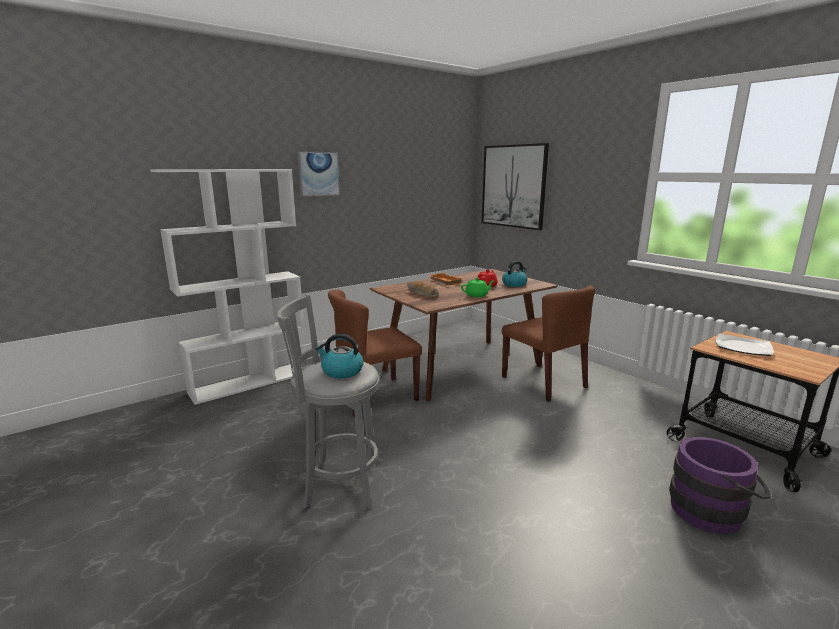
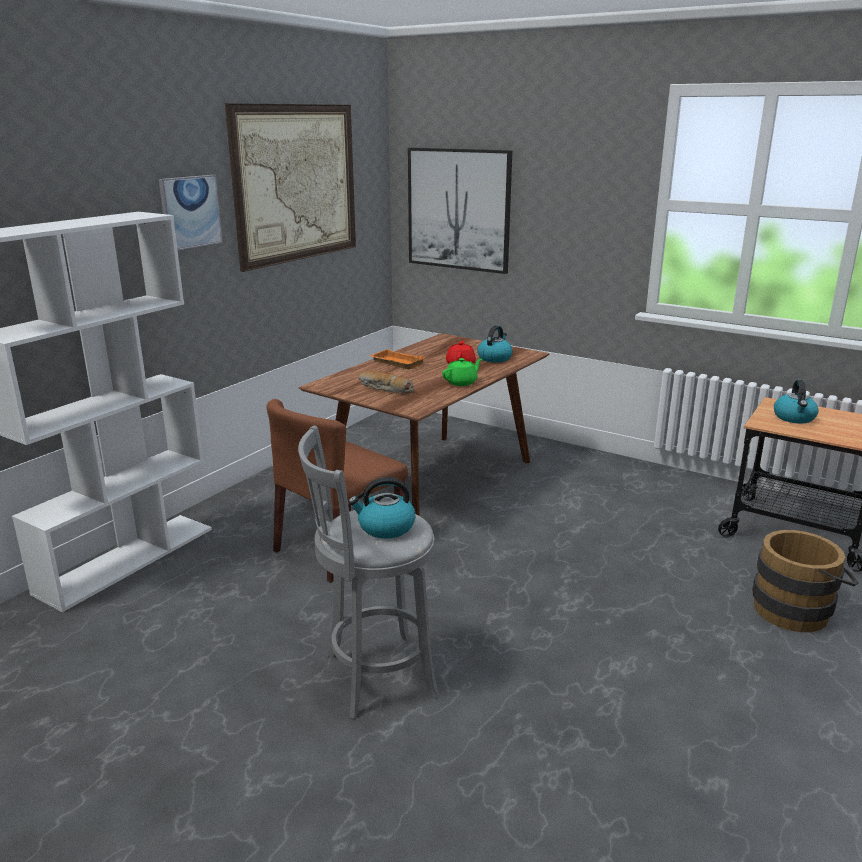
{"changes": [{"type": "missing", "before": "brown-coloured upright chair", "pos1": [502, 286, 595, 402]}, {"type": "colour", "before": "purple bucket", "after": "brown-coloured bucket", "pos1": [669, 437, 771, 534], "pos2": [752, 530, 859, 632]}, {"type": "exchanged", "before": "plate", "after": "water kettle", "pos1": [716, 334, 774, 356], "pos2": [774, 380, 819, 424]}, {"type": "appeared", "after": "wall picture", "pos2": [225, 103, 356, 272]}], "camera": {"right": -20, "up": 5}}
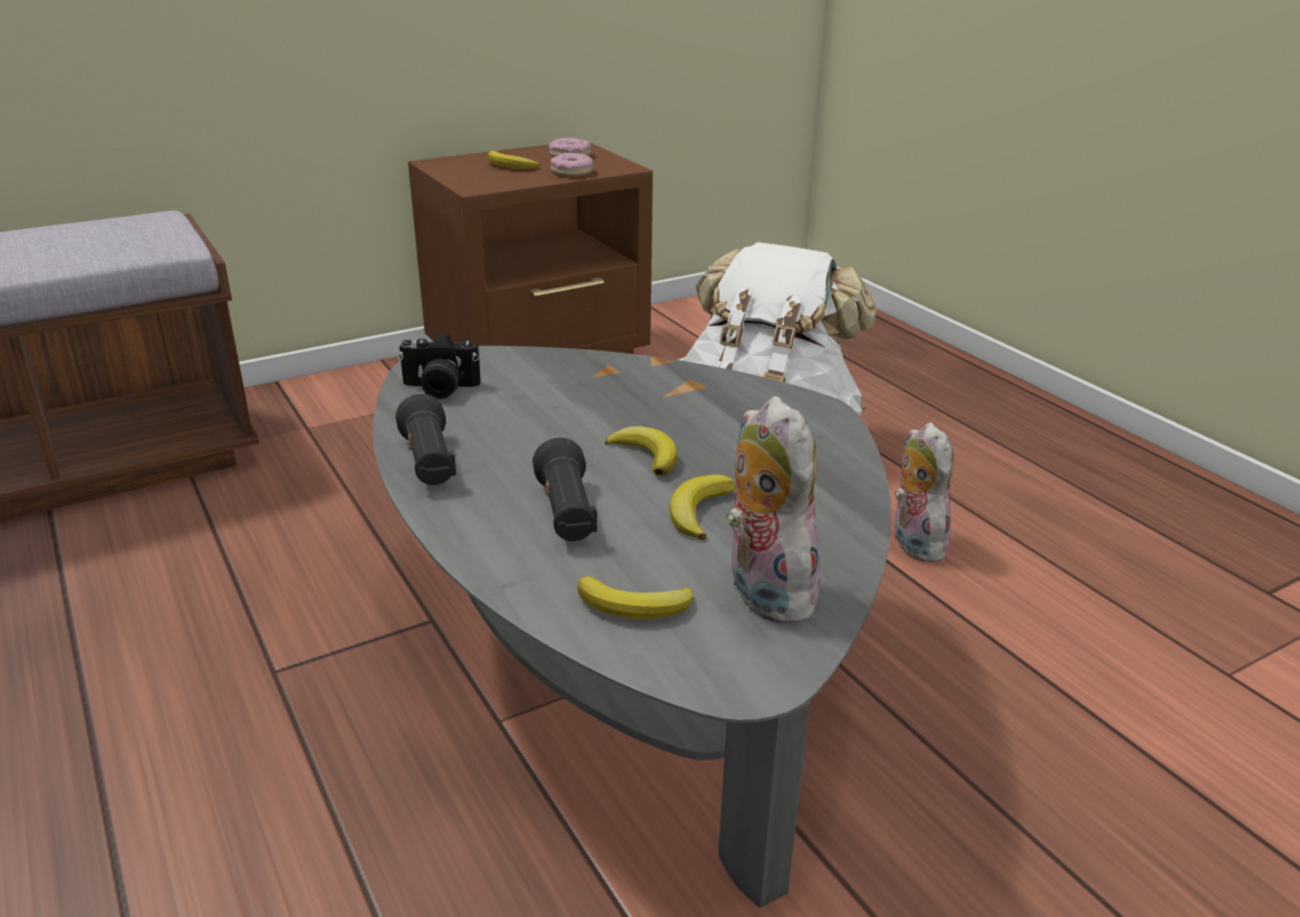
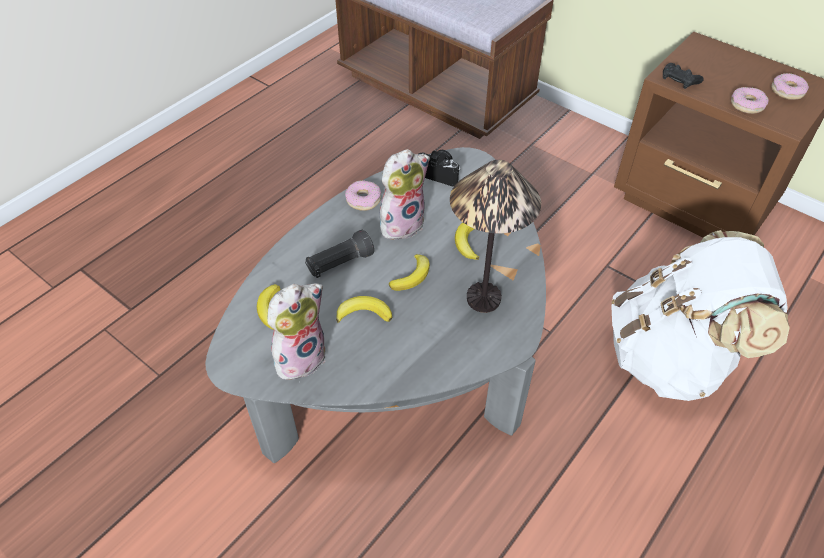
{"changes": [{"type": "exchanged", "before": "black hand torch", "after": "donut", "pos1": [396, 394, 456, 485], "pos2": [345, 180, 381, 211]}, {"type": "spun", "before": "photo camera", "pos1": [398, 333, 481, 399], "pos2": [418, 150, 460, 186], "turn": 135}, {"type": "relocated", "before": "whole banana", "pos1": [488, 151, 541, 169], "pos2": [455, 222, 479, 260]}, {"type": "relocated", "before": "soft toy", "pos1": [893, 422, 953, 563], "pos2": [380, 149, 430, 242]}, {"type": "appeared", "after": "table lamp", "pos2": [450, 160, 541, 313]}, {"type": "appeared", "after": "black gamepad", "pos2": [663, 63, 704, 89]}], "camera": {"right": 70, "up": 20}}
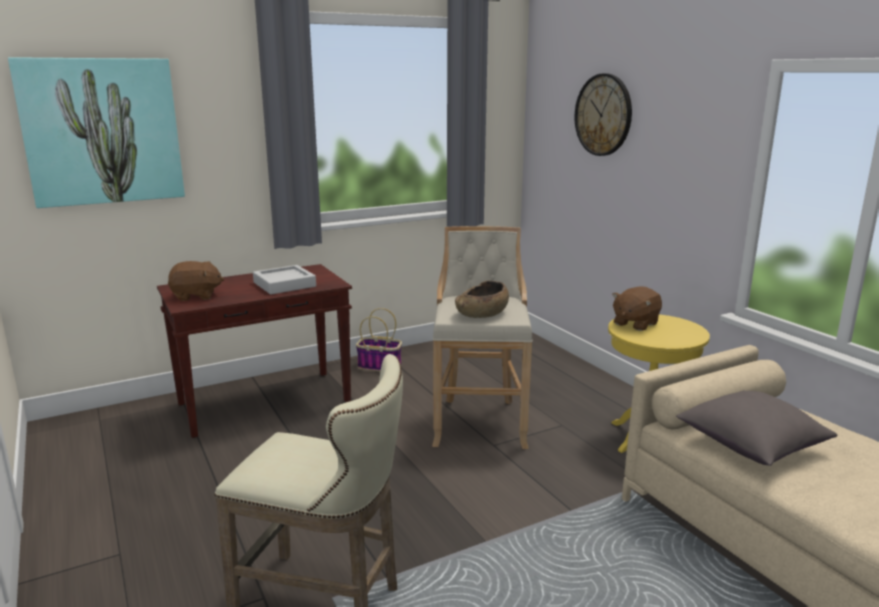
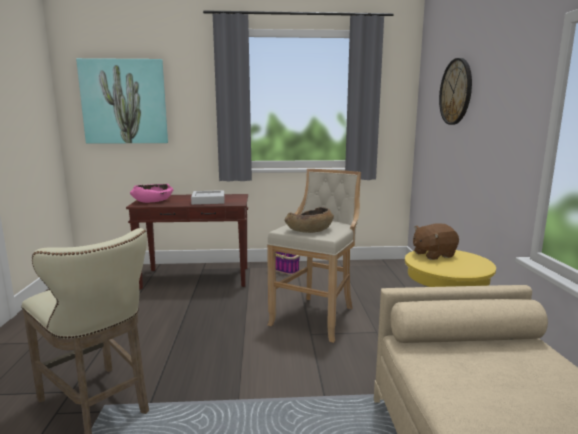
{"changes": [{"type": "exchanged", "before": "brown-coloured soft toy", "after": "pinkish deep dish", "pos1": [168, 261, 224, 301], "pos2": [130, 184, 173, 203]}, {"type": "missing", "before": "greyish pillow", "pos1": [676, 391, 837, 466]}], "camera": {"right": 25, "up": -5}}
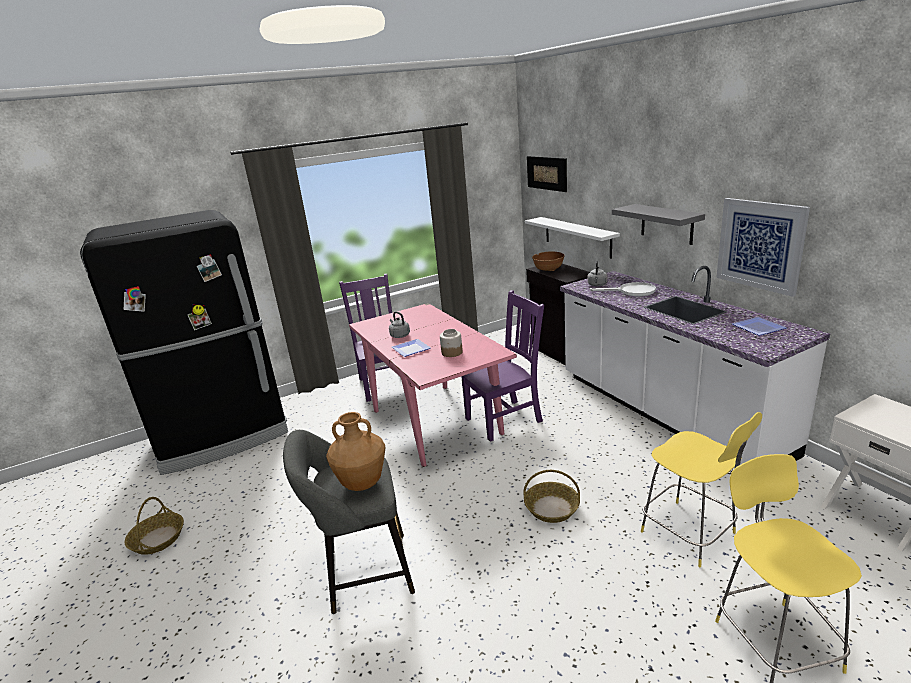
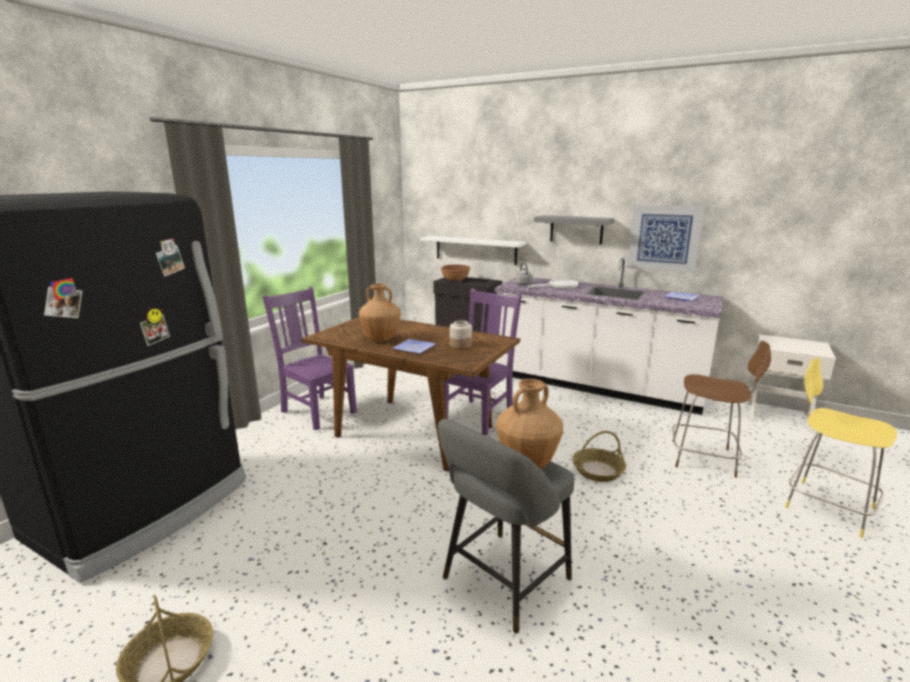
{"changes": [{"type": "colour", "before": "pinkish dinner table", "after": "brown-coloured dinner table", "pos1": [349, 303, 517, 467], "pos2": [302, 317, 520, 471]}, {"type": "exchanged", "before": "greyish water kettle", "after": "brown-coloured decorative vase", "pos1": [389, 311, 410, 338], "pos2": [359, 284, 401, 342]}, {"type": "missing", "before": "wall picture", "pos1": [527, 156, 567, 192]}, {"type": "colour", "before": "yellowish stool seat", "after": "brown-coloured stool seat", "pos1": [641, 412, 762, 567], "pos2": [672, 341, 771, 478]}], "camera": {"right": -35, "up": -5}}
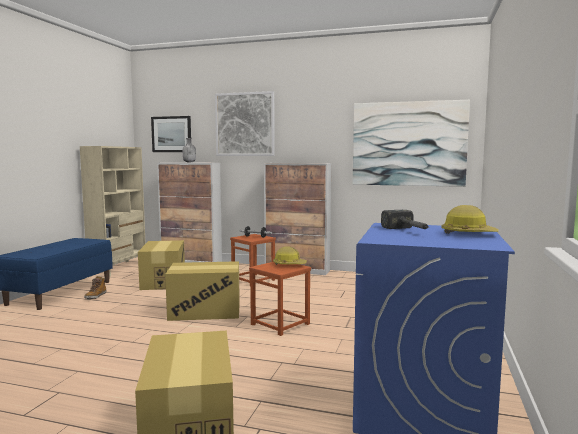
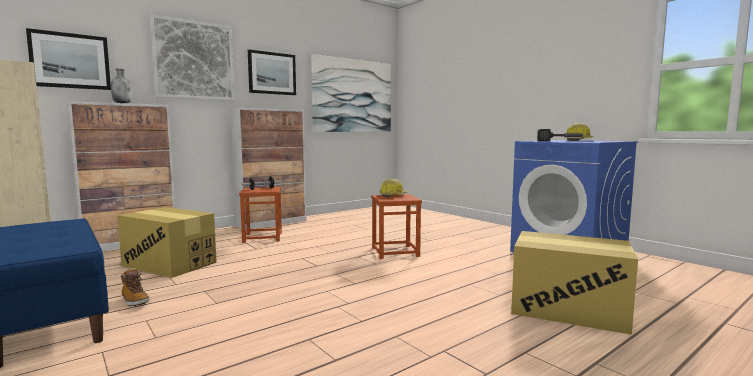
{"changes": [{"type": "missing", "before": "cardboard box", "pos1": [165, 261, 240, 321]}, {"type": "appeared", "after": "wall picture", "pos2": [248, 49, 296, 95]}], "camera": {"right": -55, "up": 0}}
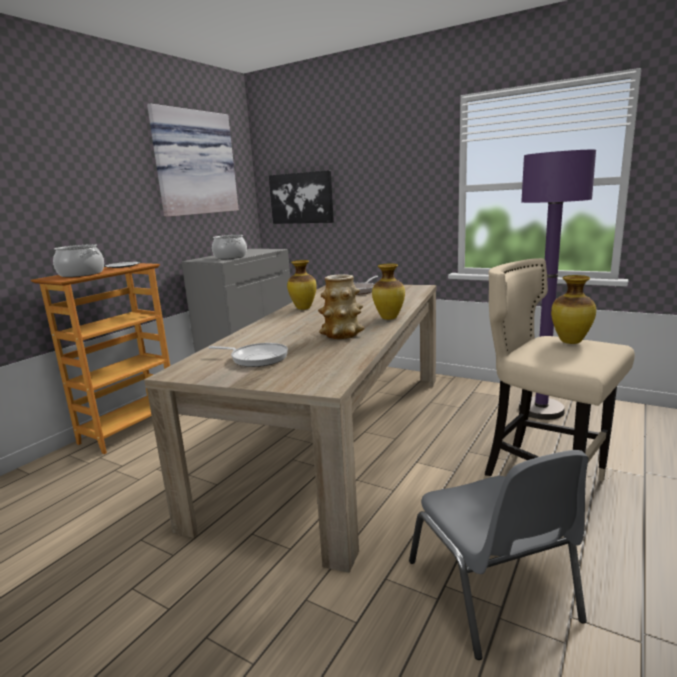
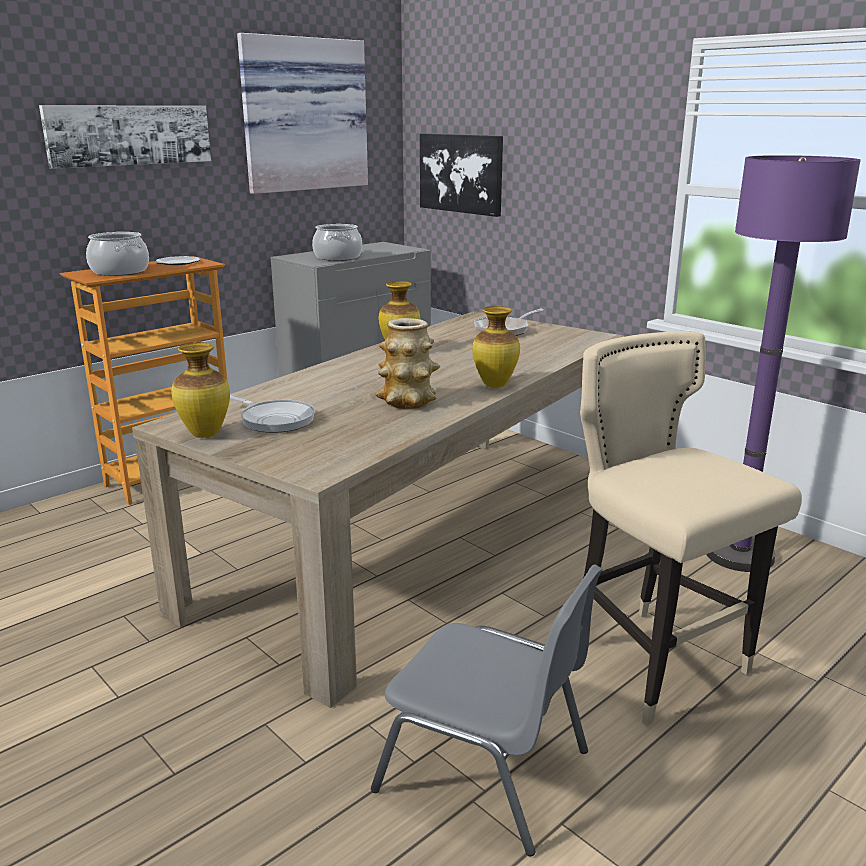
{"changes": [{"type": "spun", "before": "greyish upright chair", "pos1": [409, 450, 589, 660], "pos2": [371, 565, 603, 857], "turn": -60}, {"type": "relocated", "before": "decorative vase", "pos1": [551, 275, 596, 344], "pos2": [171, 342, 230, 438]}, {"type": "appeared", "after": "wall picture", "pos2": [39, 105, 211, 169]}], "camera": {"right": 15, "up": 5}}
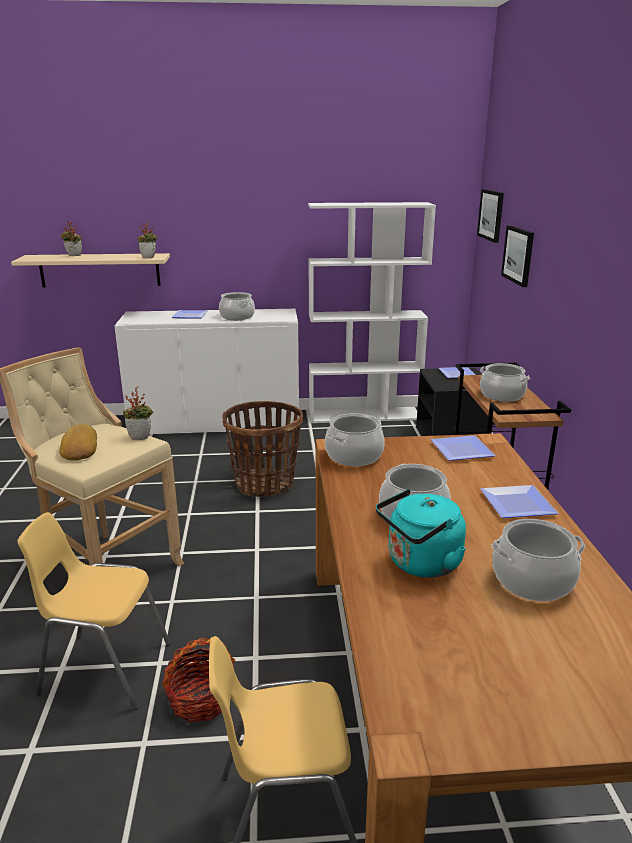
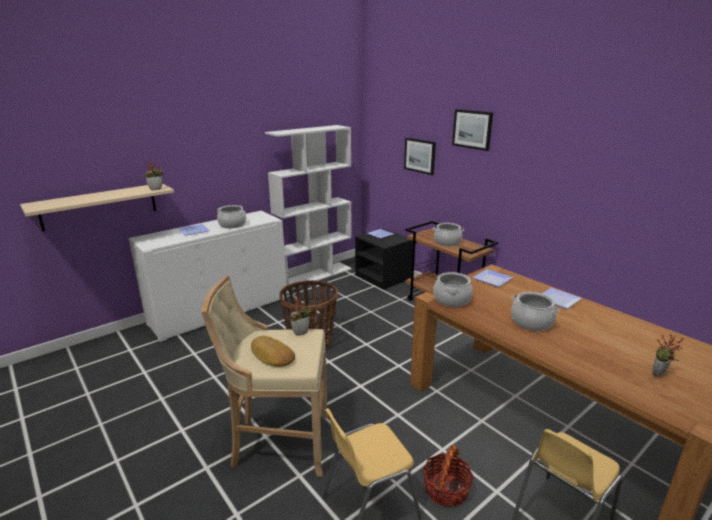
{"changes": [{"type": "relocated", "before": "houseplant", "pos1": [60, 221, 82, 256], "pos2": [652, 334, 685, 377]}, {"type": "missing", "before": "turquoise water kettle", "pos1": [376, 489, 466, 578]}, {"type": "relocated", "before": "wall picture", "pos1": [477, 189, 504, 243], "pos2": [452, 109, 493, 151]}, {"type": "missing", "before": "cooking pot", "pos1": [491, 519, 585, 601]}], "camera": {"right": -35, "up": 0}}
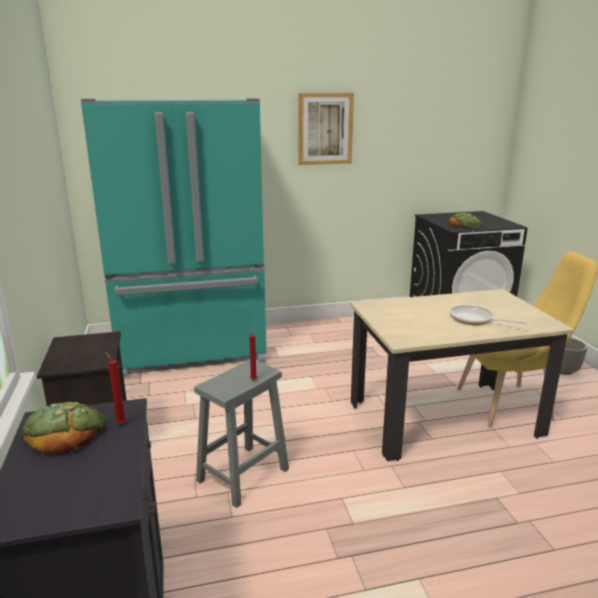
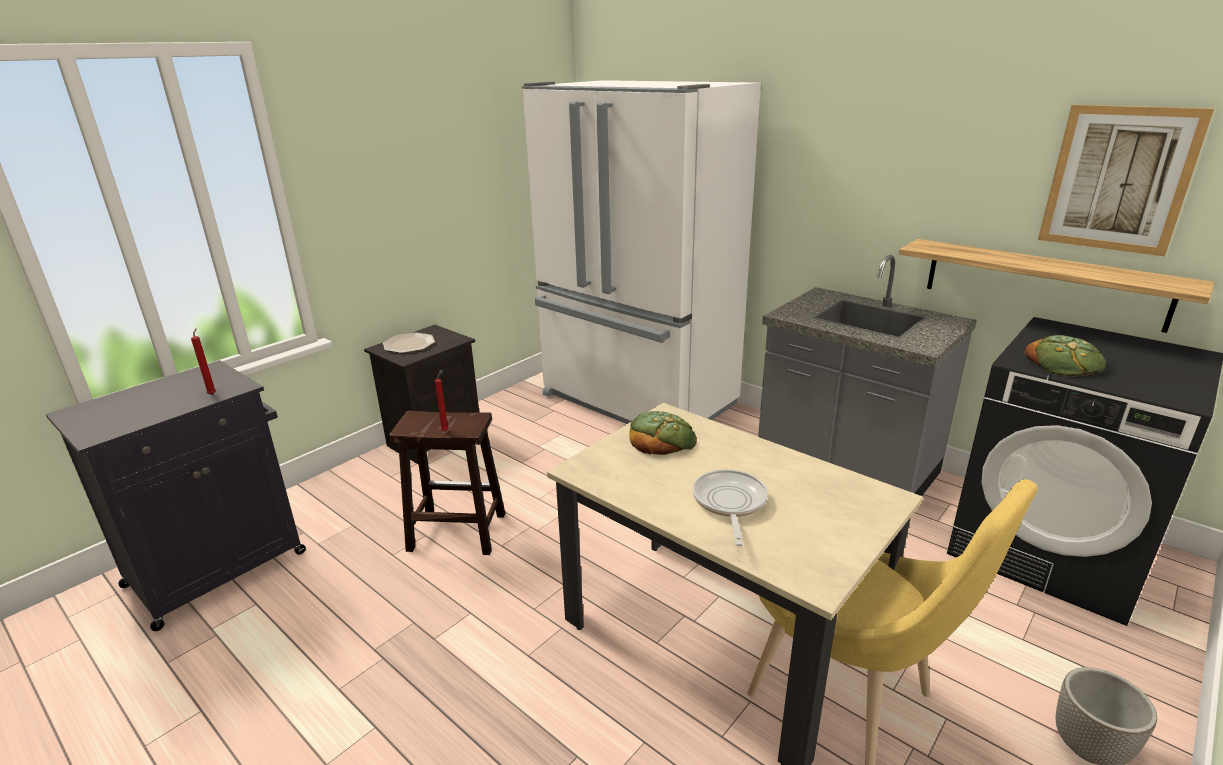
{"changes": [{"type": "relocated", "before": "bread", "pos1": [22, 402, 107, 454], "pos2": [629, 411, 697, 455]}, {"type": "colour", "before": "turquoise refrigerator", "after": "white refrigerator", "pos1": [81, 98, 266, 377], "pos2": [522, 80, 761, 424]}, {"type": "colour", "before": "greyish stool seat", "after": "brown-coloured stool seat", "pos1": [194, 359, 289, 508], "pos2": [389, 411, 505, 555]}, {"type": "relocated", "before": "wall picture", "pos1": [298, 93, 354, 165], "pos2": [1038, 105, 1214, 257]}, {"type": "appeared", "after": "plate", "pos2": [383, 332, 435, 353]}, {"type": "appeared", "after": "greyish kitchen counter", "pos2": [758, 255, 977, 496]}, {"type": "appeared", "after": "bracket shelf", "pos2": [899, 239, 1214, 333]}], "camera": {"right": 55, "up": 5}}
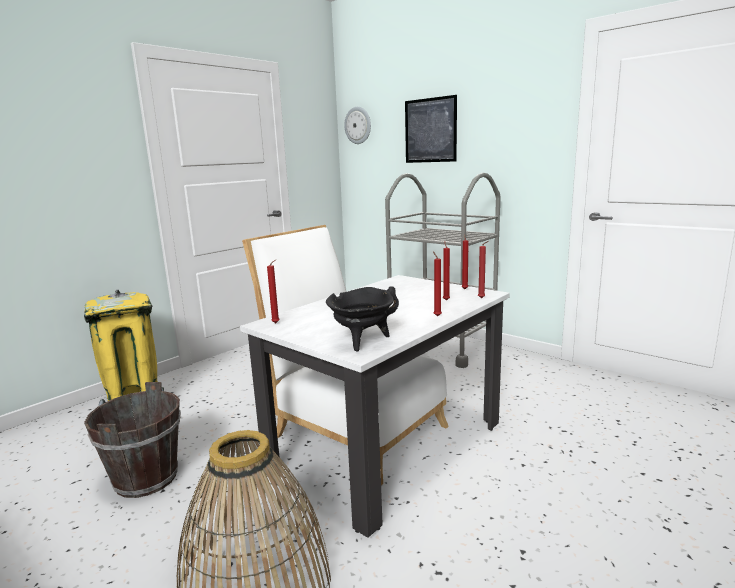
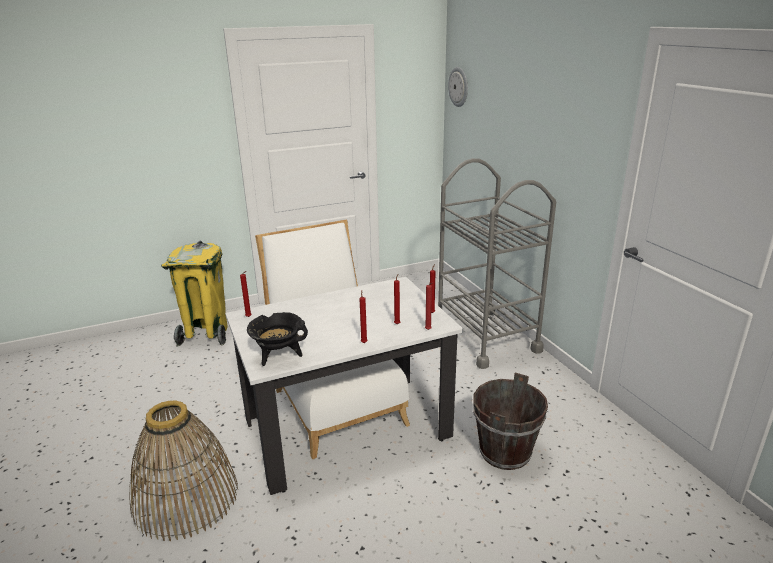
{"changes": [{"type": "relocated", "before": "brown-coloured bucket", "pos1": [84, 382, 181, 498], "pos2": [473, 373, 548, 470]}, {"type": "missing", "before": "wall picture", "pos1": [405, 95, 457, 163]}], "camera": {"right": 25, "up": 10}}
